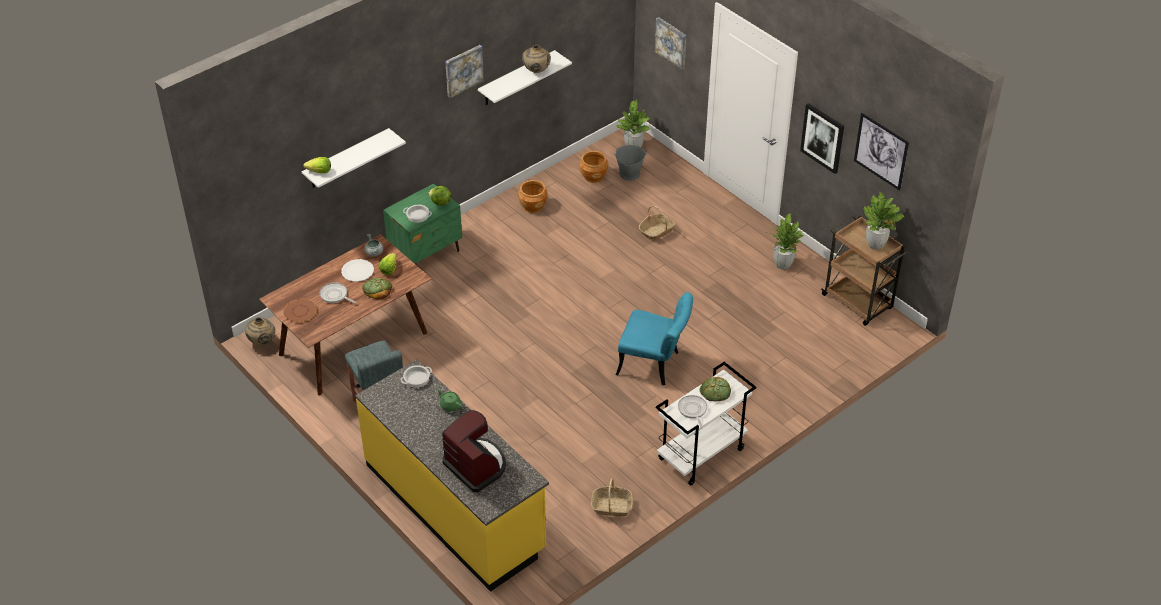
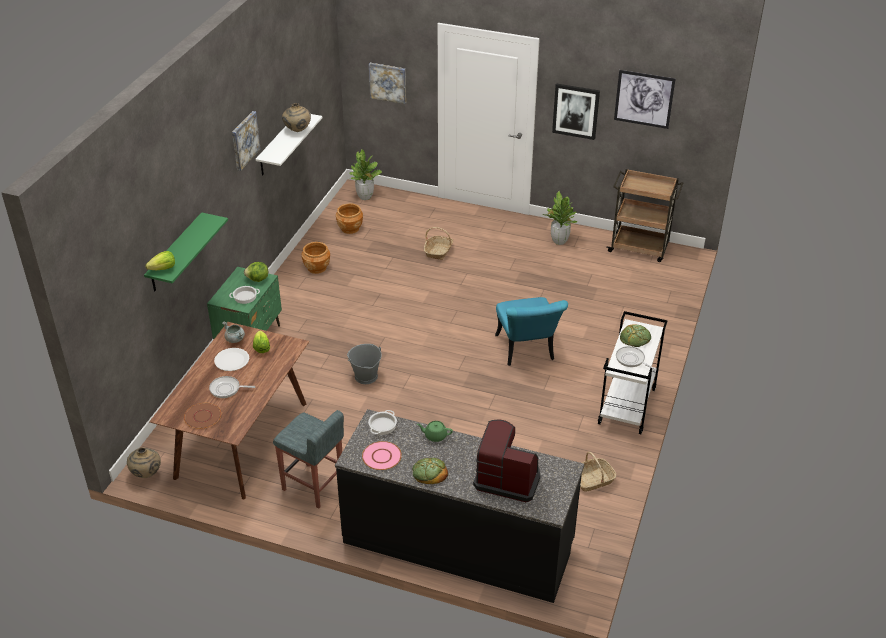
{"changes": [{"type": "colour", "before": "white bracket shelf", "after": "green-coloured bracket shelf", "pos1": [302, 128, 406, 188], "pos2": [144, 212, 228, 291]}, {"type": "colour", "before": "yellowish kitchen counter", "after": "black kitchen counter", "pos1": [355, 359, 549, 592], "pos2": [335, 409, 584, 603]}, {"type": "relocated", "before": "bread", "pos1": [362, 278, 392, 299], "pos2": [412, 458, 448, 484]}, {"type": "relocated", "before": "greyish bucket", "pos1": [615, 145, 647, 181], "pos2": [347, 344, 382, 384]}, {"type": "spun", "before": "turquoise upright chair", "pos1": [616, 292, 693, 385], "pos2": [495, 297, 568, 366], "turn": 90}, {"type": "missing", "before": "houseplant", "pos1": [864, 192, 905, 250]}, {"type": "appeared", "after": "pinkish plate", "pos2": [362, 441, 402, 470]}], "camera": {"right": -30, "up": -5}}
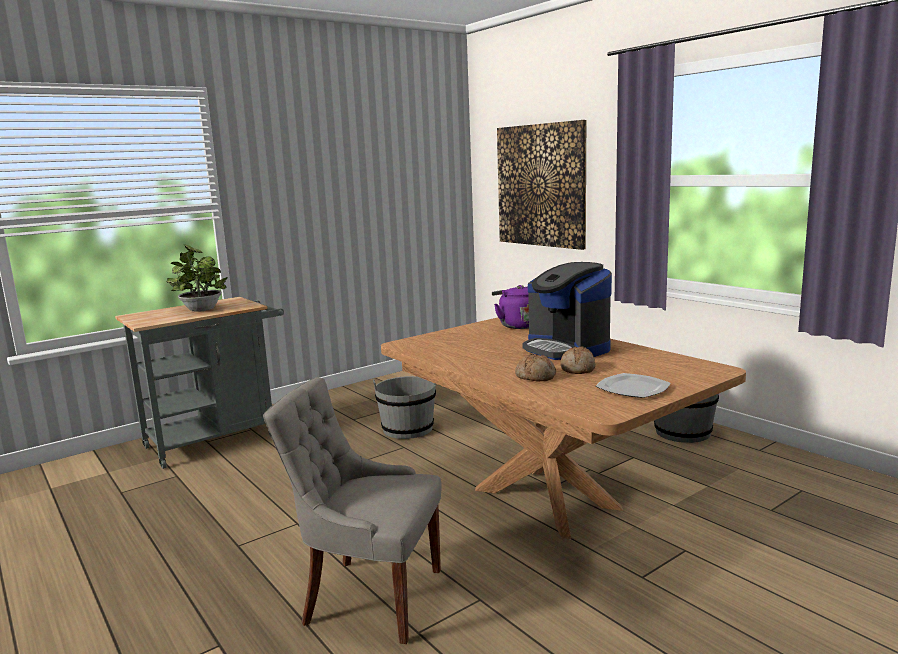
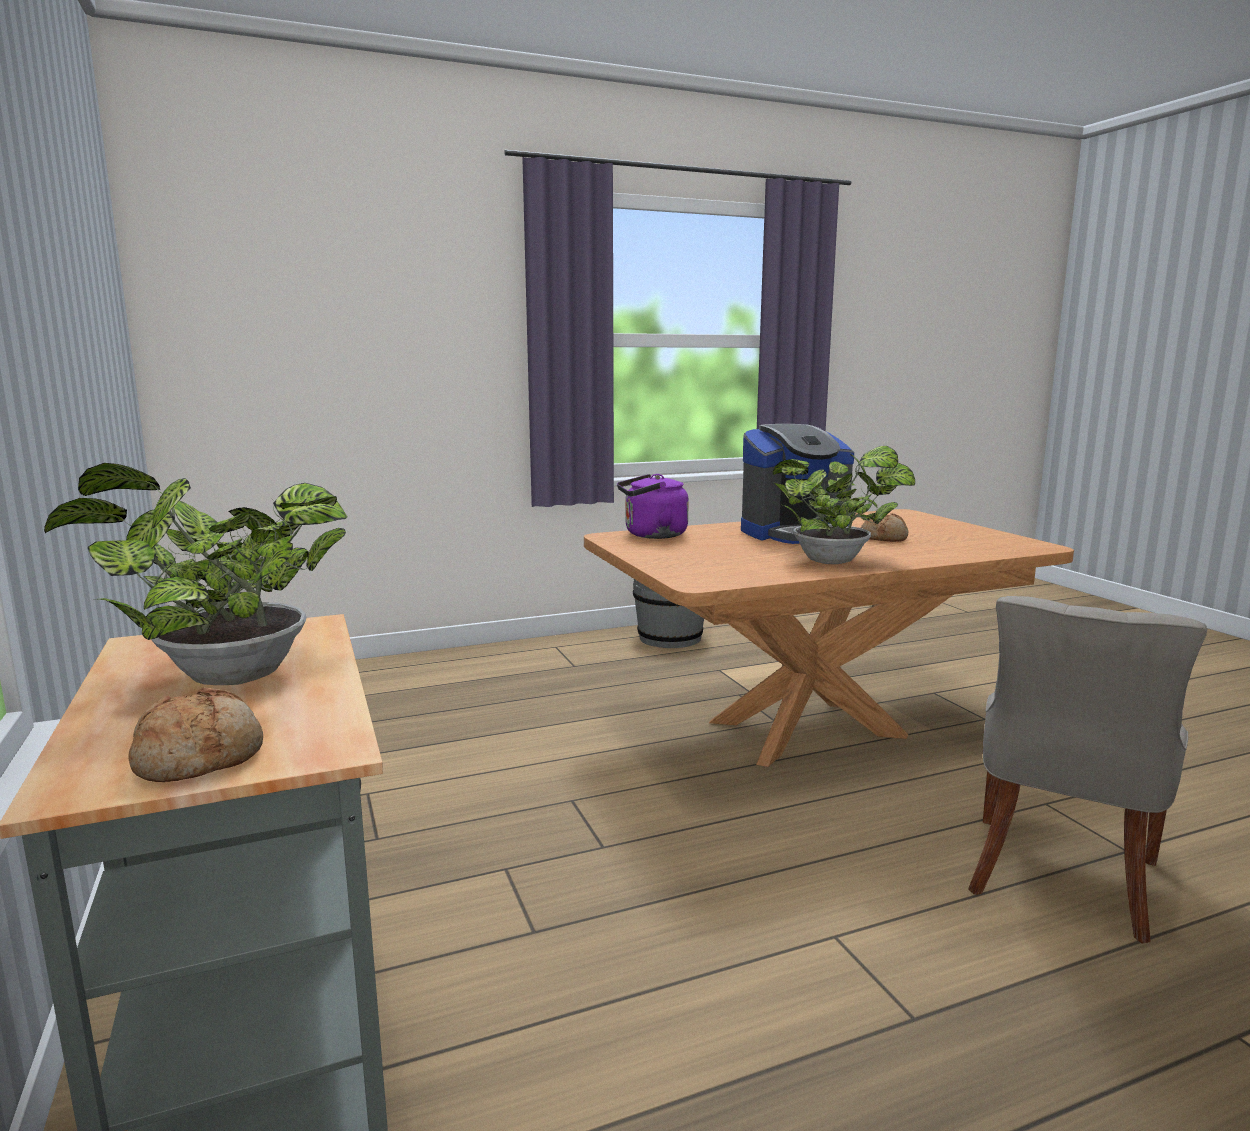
{"changes": [{"type": "missing", "before": "greyish bucket", "pos1": [373, 376, 436, 439]}, {"type": "missing", "before": "wall picture", "pos1": [497, 120, 586, 250]}, {"type": "relocated", "before": "bread", "pos1": [515, 354, 556, 382], "pos2": [128, 687, 263, 782]}, {"type": "missing", "before": "plate", "pos1": [596, 373, 671, 398]}, {"type": "appeared", "after": "houseplant", "pos2": [772, 446, 915, 564]}], "camera": {"right": -75, "up": 0}}
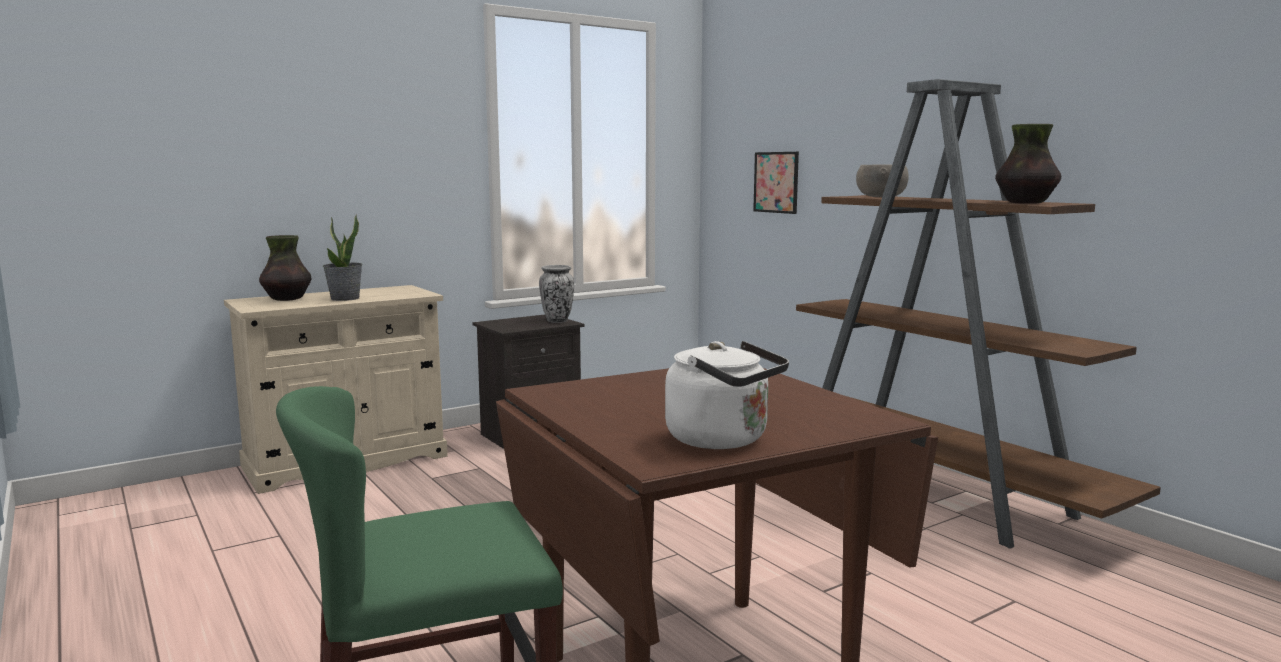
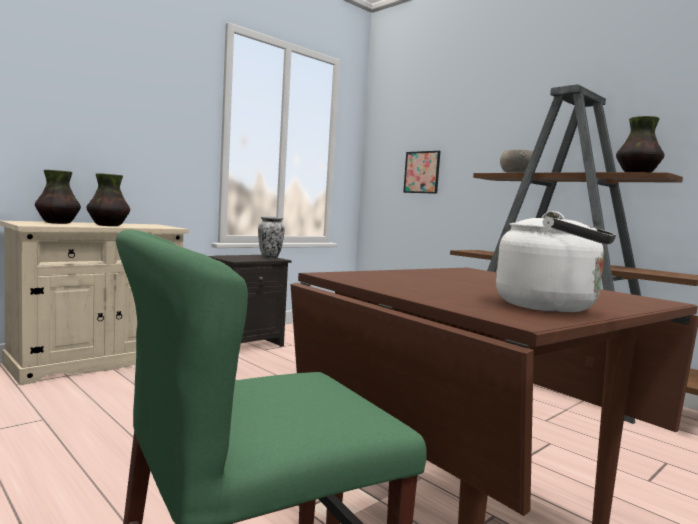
{"changes": [{"type": "exchanged", "before": "houseplant", "after": "decorative vase", "pos1": [323, 215, 363, 301], "pos2": [87, 173, 130, 226]}], "camera": {"right": -10, "up": -5}}
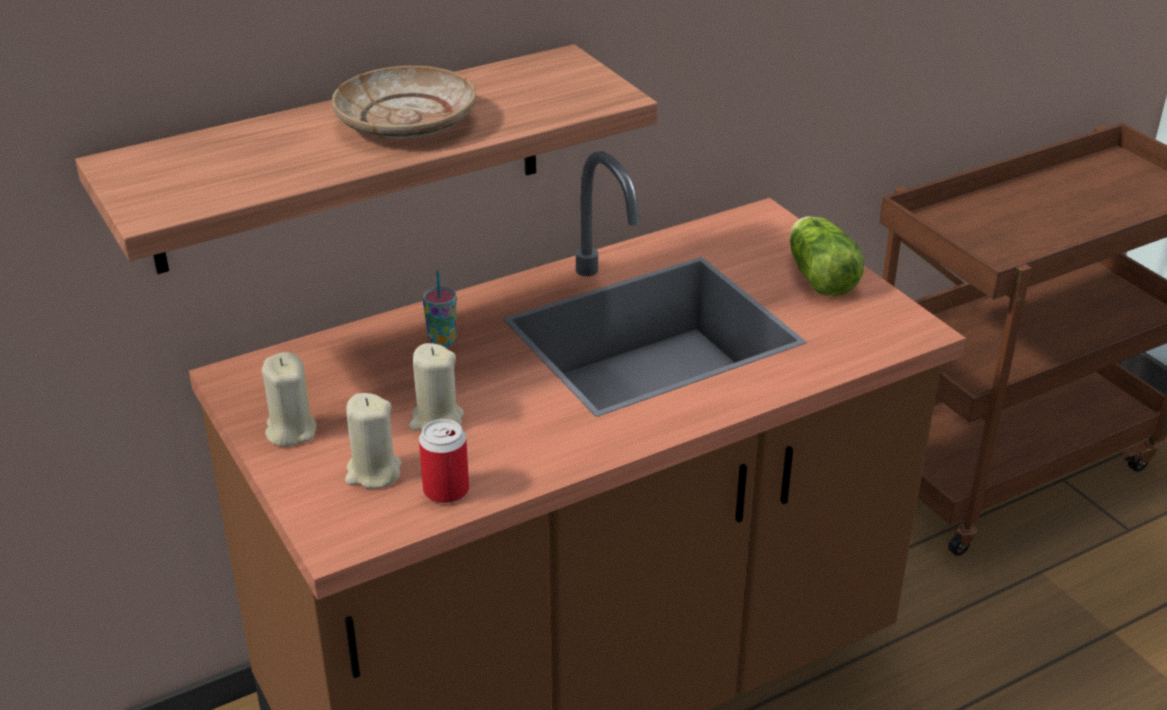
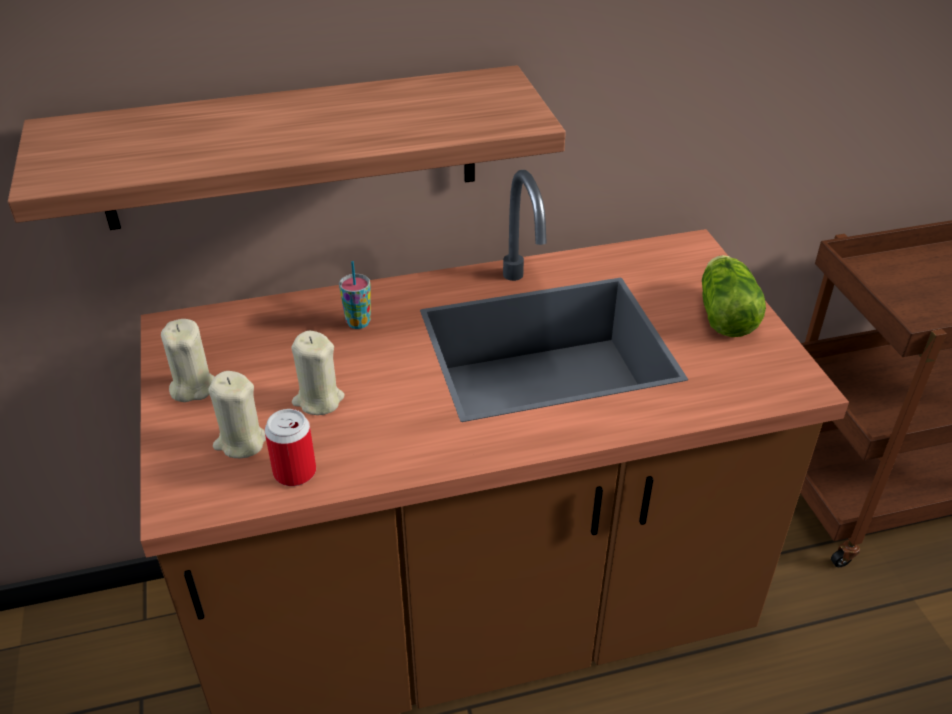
{"changes": [{"type": "missing", "before": "sand-coloured plate", "pos1": [332, 66, 476, 139]}], "camera": {"right": 15, "up": 5}}
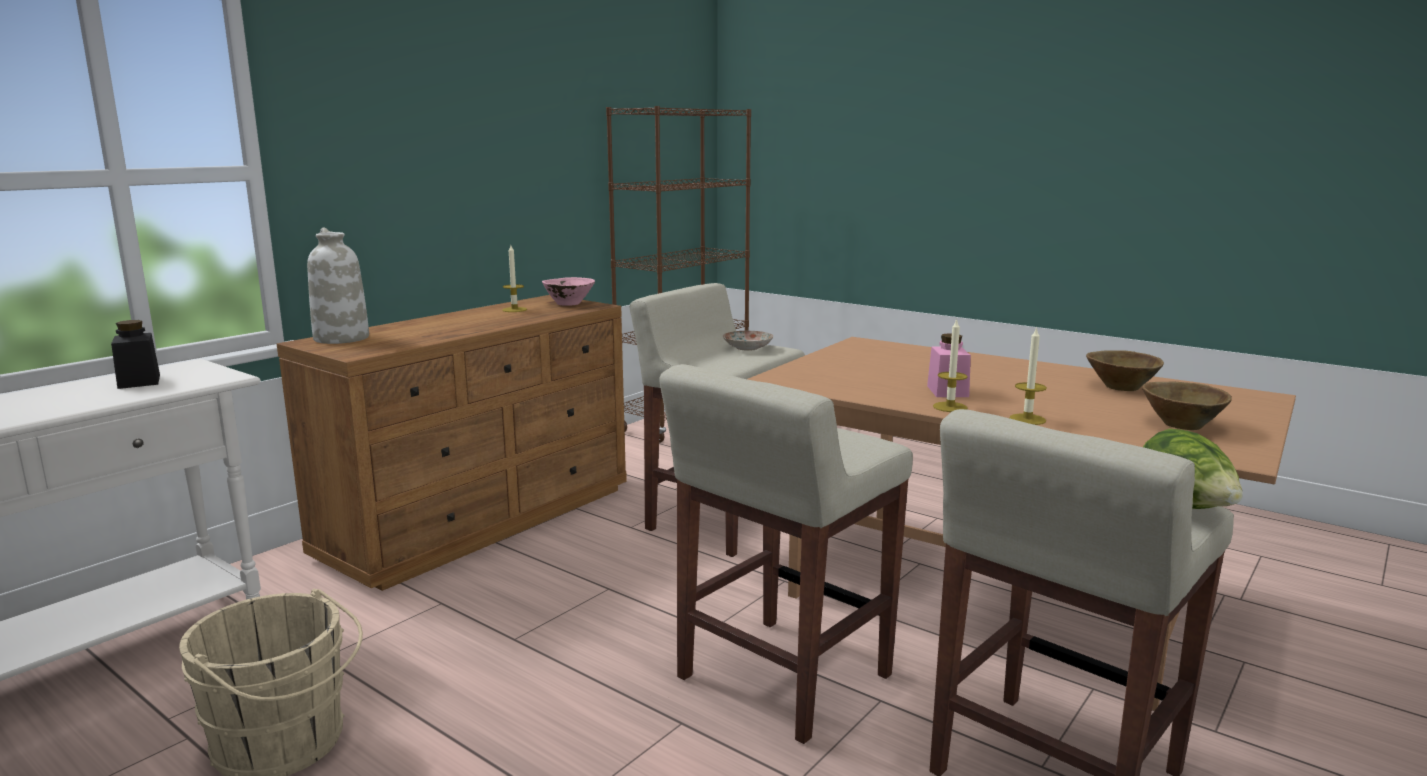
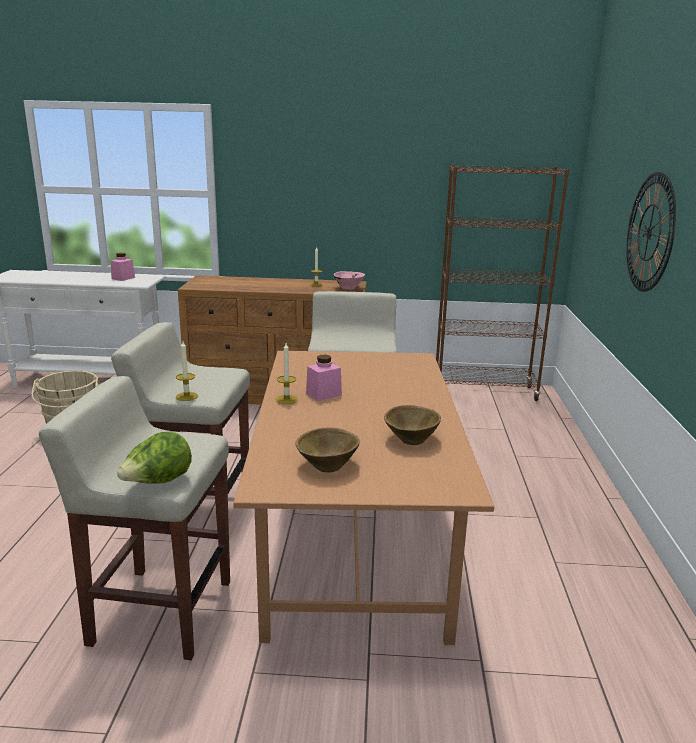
{"changes": [{"type": "colour", "before": "black jar", "after": "pinkish jar", "pos1": [111, 320, 160, 389], "pos2": [111, 253, 135, 281]}, {"type": "missing", "before": "white decorative vase", "pos1": [307, 228, 369, 344]}, {"type": "missing", "before": "plate", "pos1": [723, 331, 773, 351]}, {"type": "relocated", "before": "candle", "pos1": [1009, 327, 1047, 425], "pos2": [176, 341, 198, 401]}, {"type": "appeared", "after": "wall clock", "pos2": [627, 172, 676, 292]}], "camera": {"right": 55, "up": 5}}
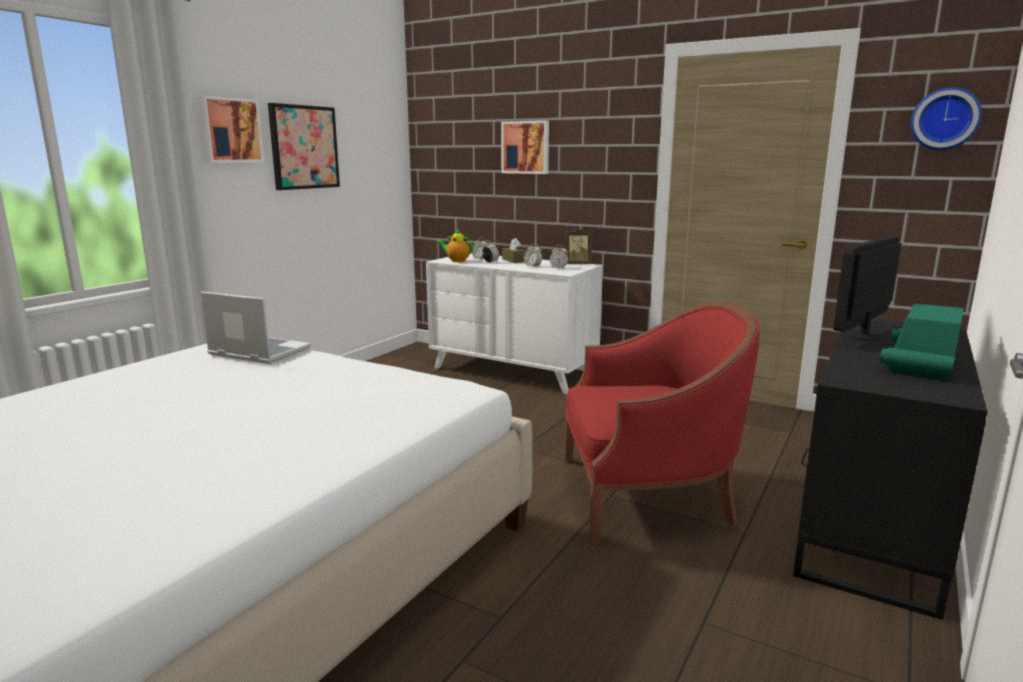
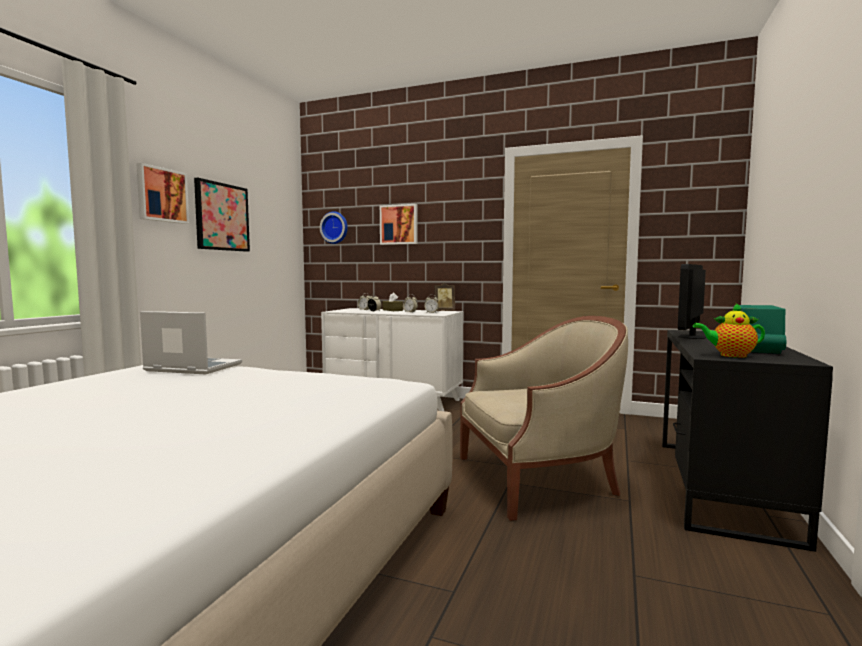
{"changes": [{"type": "relocated", "before": "tea pot", "pos1": [436, 228, 473, 262], "pos2": [693, 303, 765, 358]}, {"type": "colour", "before": "reddish easy chair", "after": "sand-coloured easy chair", "pos1": [565, 301, 760, 545], "pos2": [460, 316, 628, 521]}, {"type": "relocated", "before": "wall clock", "pos1": [910, 87, 982, 150], "pos2": [320, 211, 348, 244]}], "camera": {"right": -10, "up": -10}}
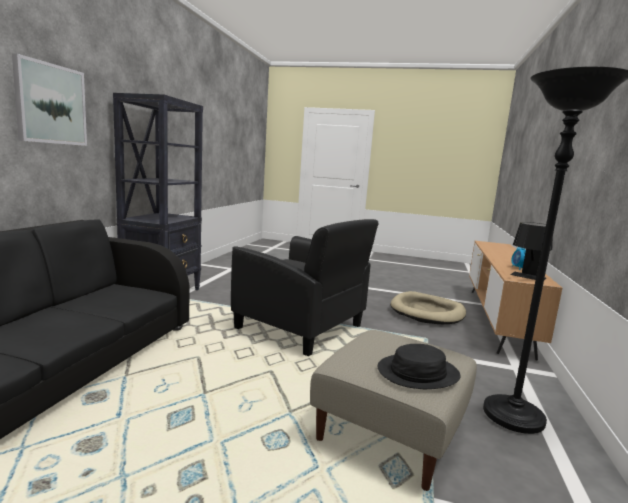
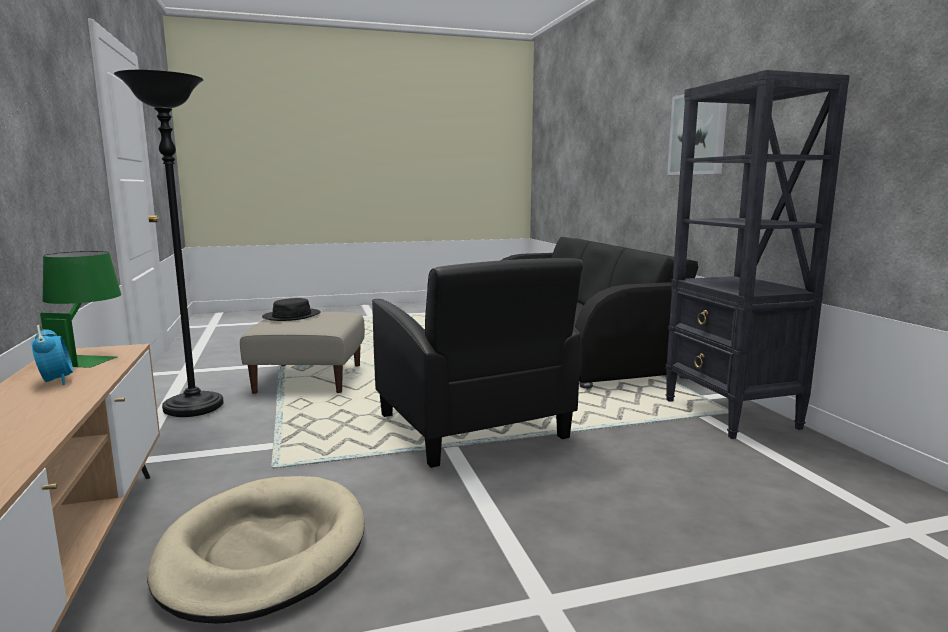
{"changes": [{"type": "spun", "before": "black easy chair", "pos1": [231, 219, 379, 356], "pos2": [372, 258, 583, 468], "turn": -120}, {"type": "colour", "before": "black table lamp", "after": "green-coloured table lamp", "pos1": [510, 222, 553, 280], "pos2": [40, 251, 121, 368]}], "camera": {"right": 150, "up": 0}}
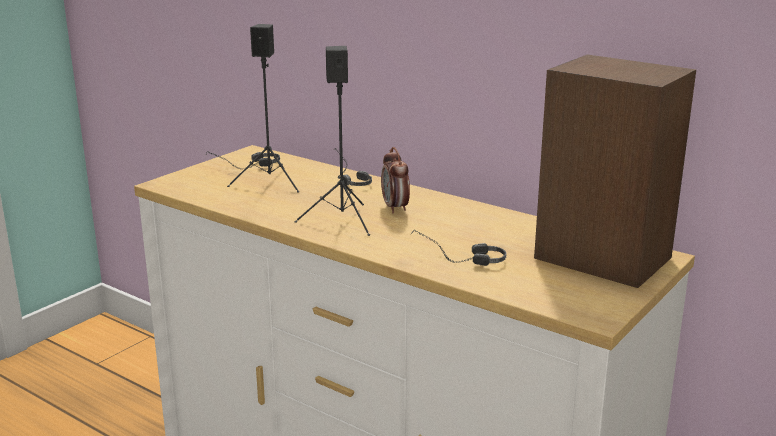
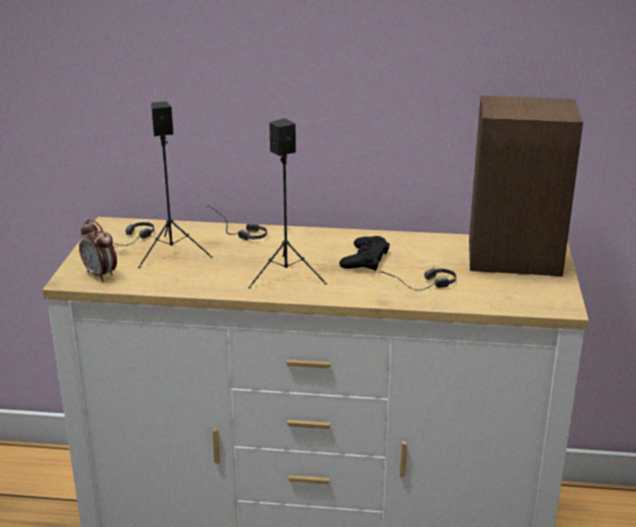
{"changes": [{"type": "relocated", "before": "alarm clock", "pos1": [381, 147, 410, 214], "pos2": [79, 219, 117, 281]}, {"type": "appeared", "after": "black gamepad", "pos2": [339, 236, 390, 271]}], "camera": {"right": -30, "up": 5}}
